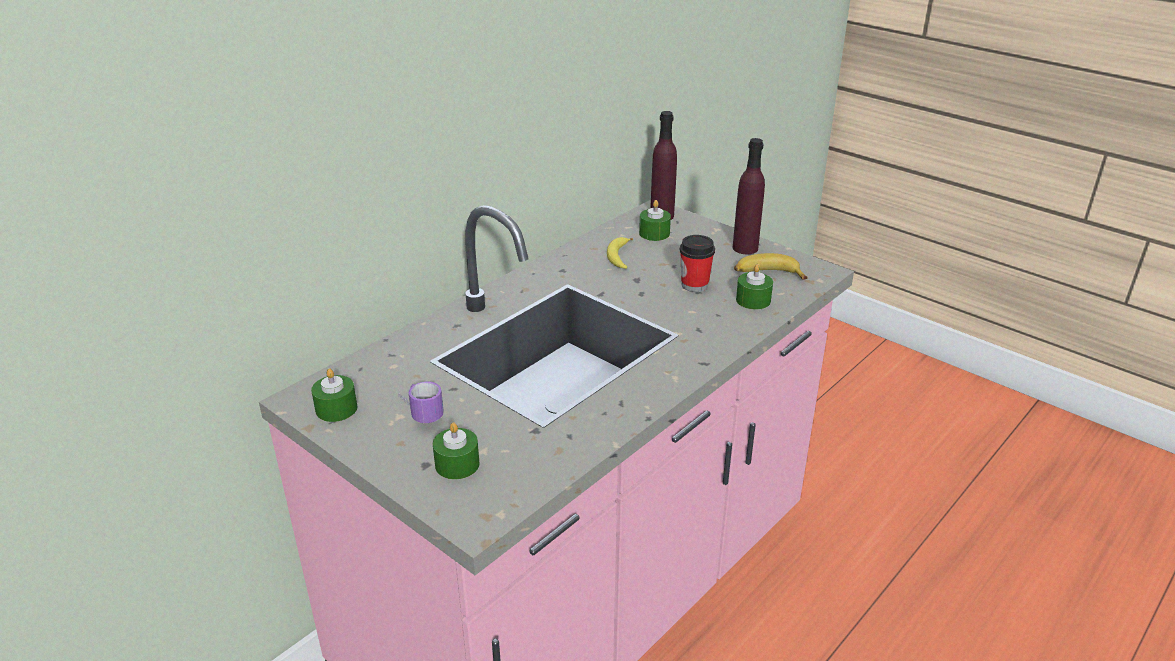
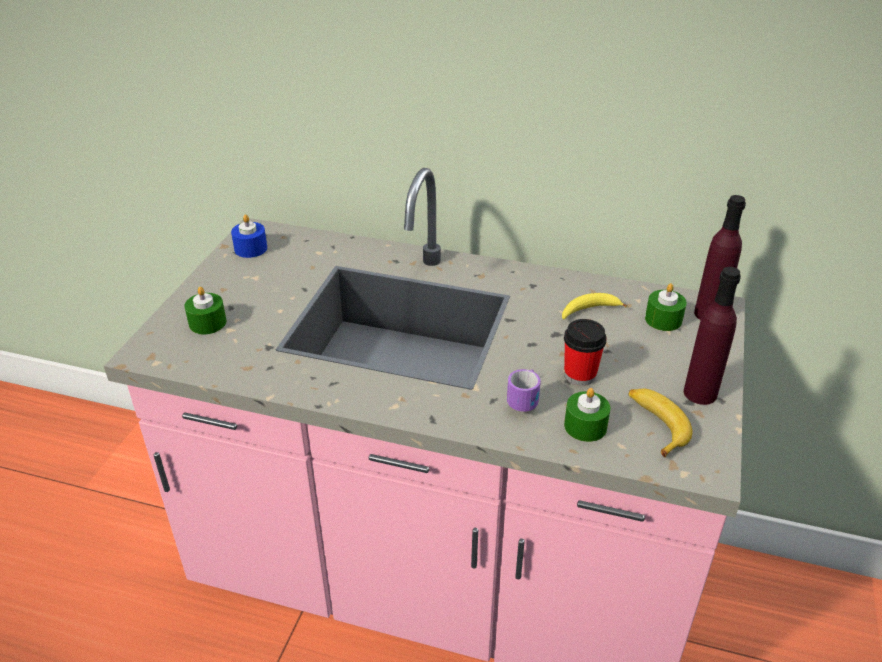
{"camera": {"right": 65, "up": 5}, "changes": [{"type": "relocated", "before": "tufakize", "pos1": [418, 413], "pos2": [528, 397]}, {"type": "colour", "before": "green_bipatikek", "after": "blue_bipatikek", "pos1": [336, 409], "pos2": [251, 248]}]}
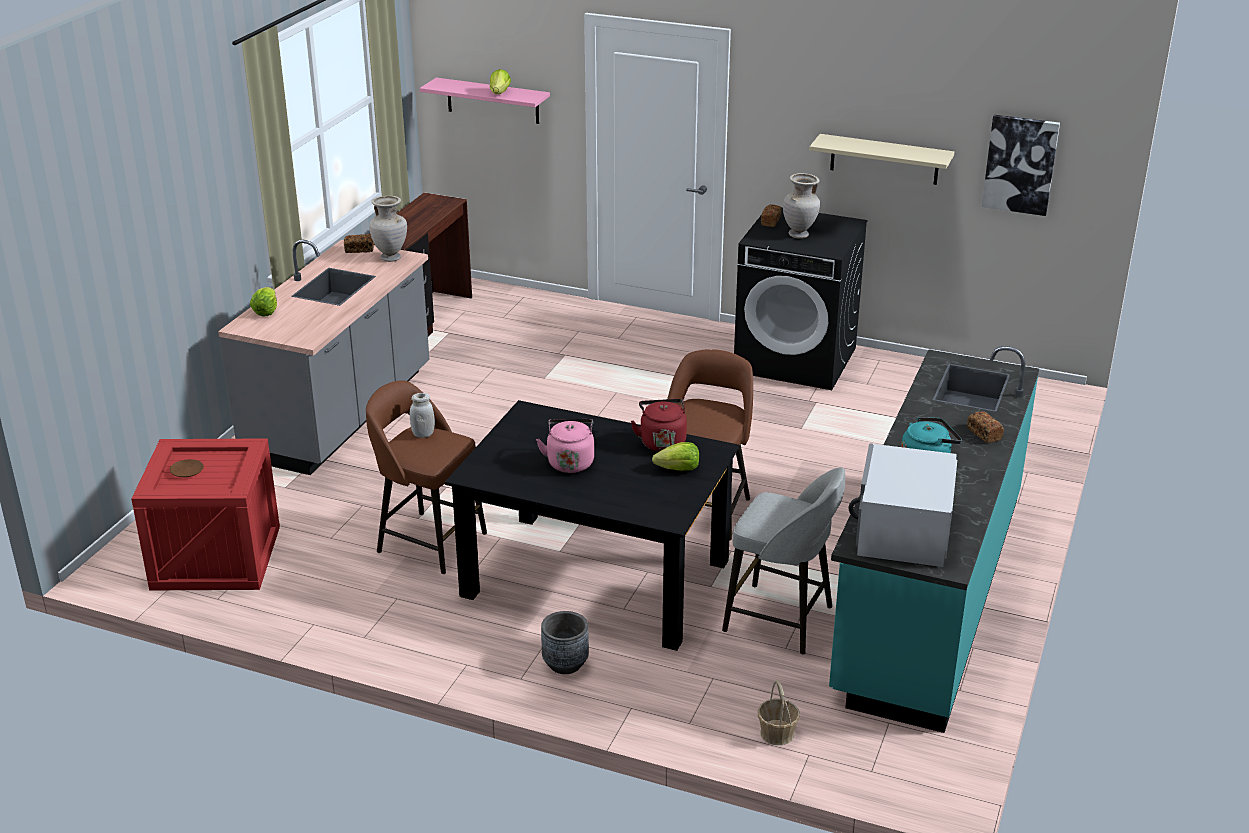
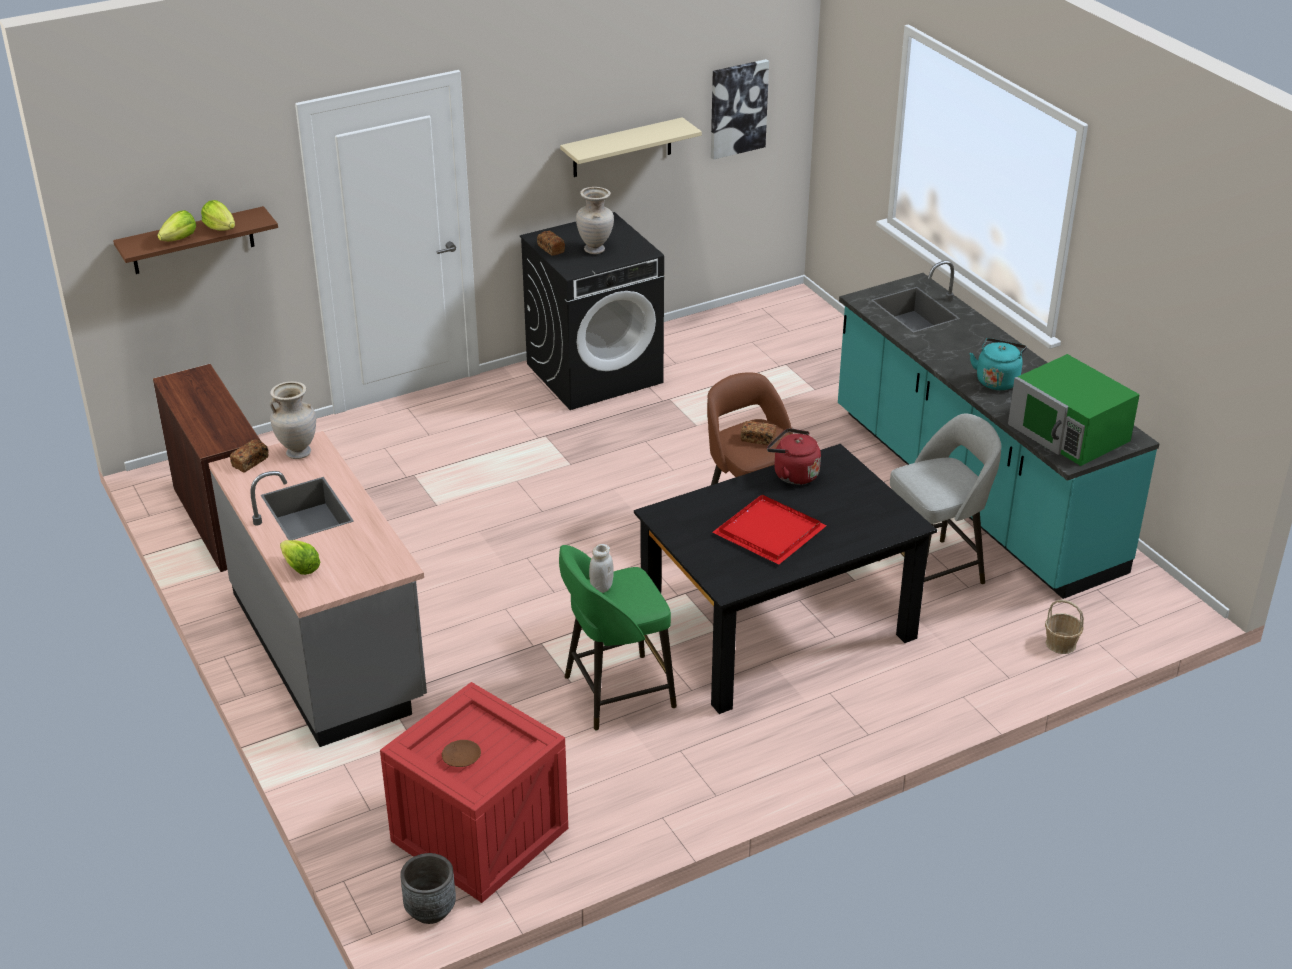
{"camera": {"right": -50, "up": 5}, "changes": [{"type": "relocated", "before": "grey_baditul", "pos1": [565, 664], "pos2": [431, 910]}, {"type": "relocated", "before": "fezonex", "pos1": [678, 469], "pos2": [179, 239]}, {"type": "relocated", "before": "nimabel", "pos1": [984, 433], "pos2": [758, 439]}, {"type": "exchanged", "before": "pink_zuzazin", "after": "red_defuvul", "pos1": [570, 462], "pos2": [769, 530]}, {"type": "colour", "before": "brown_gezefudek", "after": "green_gezefudek", "pos1": [429, 541], "pos2": [615, 693]}, {"type": "colour", "before": "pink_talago", "after": "brown_talago", "pos1": [493, 101], "pos2": [192, 241]}, {"type": "colour", "before": "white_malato", "after": "green_malato", "pos1": [903, 530], "pos2": [1069, 432]}]}
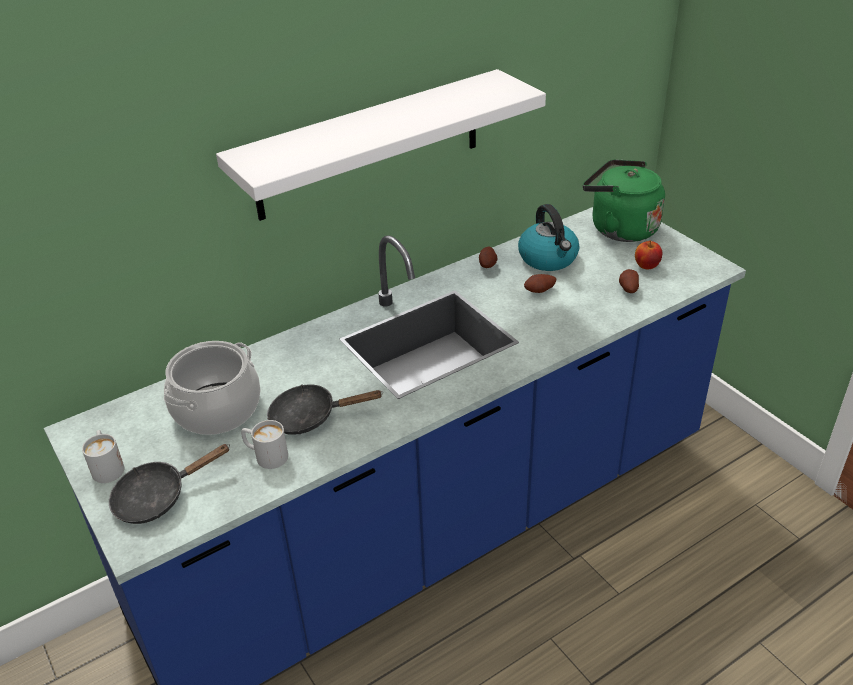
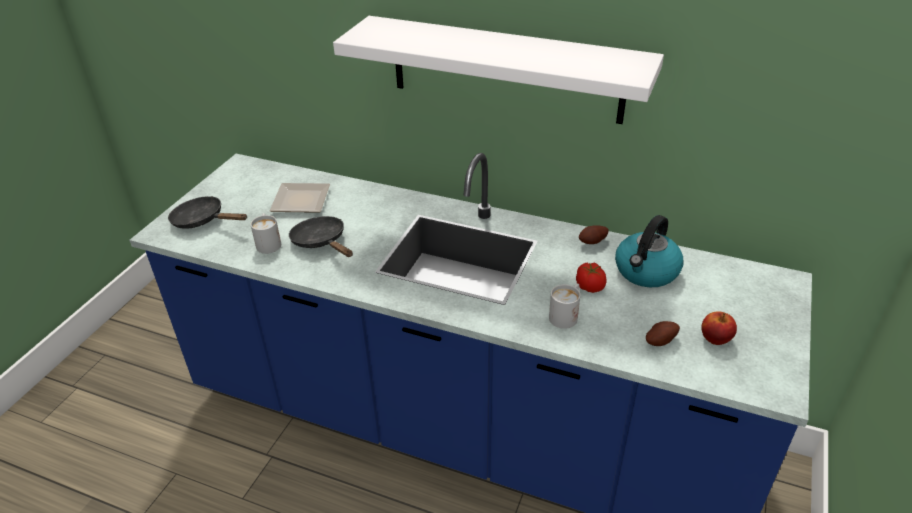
{"camera": {"right": 55, "up": 0}, "changes": [{"type": "missing", "before": "green_zuzazin", "pos1": [619, 228]}, {"type": "relocated", "before": "white_tufakize", "pos1": [107, 466], "pos2": [566, 315]}, {"type": "exchanged", "before": "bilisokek", "after": "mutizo", "pos1": [217, 409], "pos2": [299, 202]}, {"type": "exchanged", "before": "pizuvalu", "after": "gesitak", "pos1": [540, 291], "pos2": [590, 287]}]}
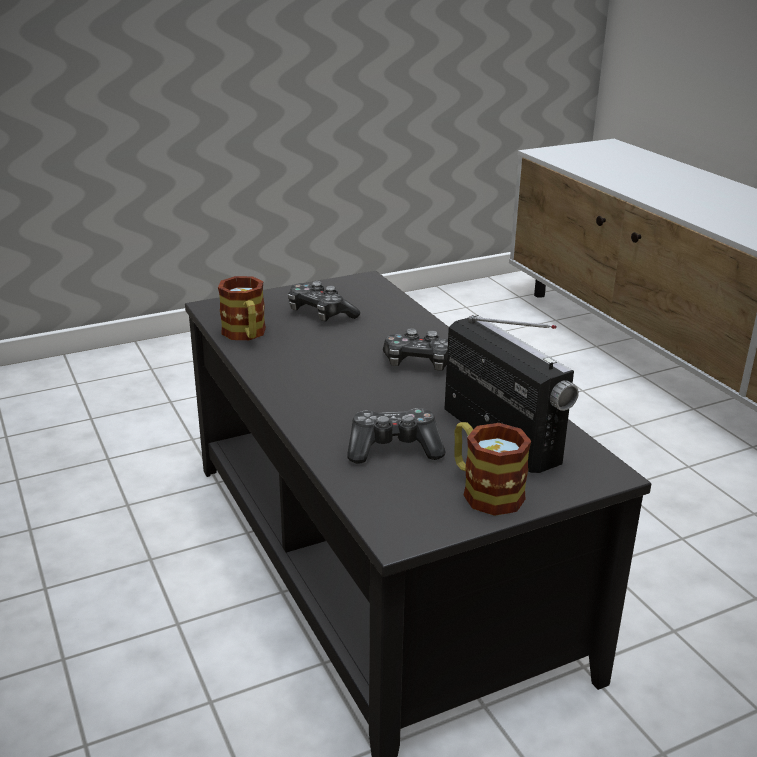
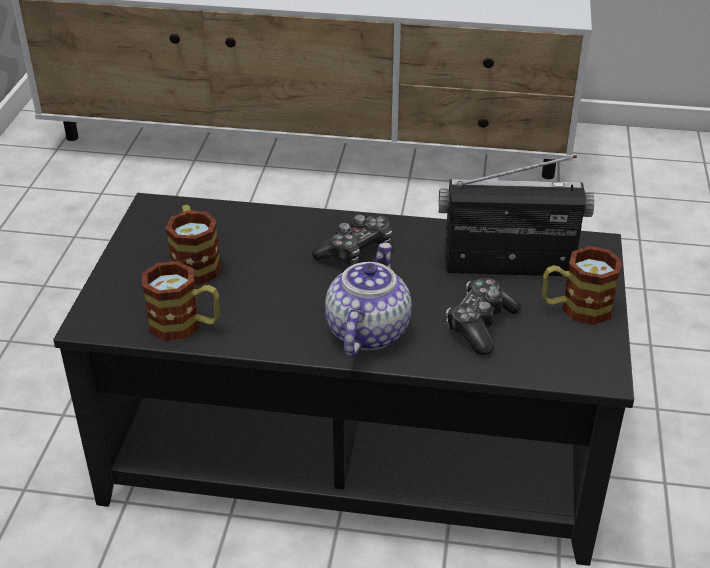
{"camera": {"right": -55, "up": 10}, "changes": [{"type": "appeared", "after": "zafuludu", "pos2": [366, 331]}, {"type": "exchanged", "before": "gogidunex", "after": "tufakize", "pos1": [320, 314], "pos2": [194, 263]}]}
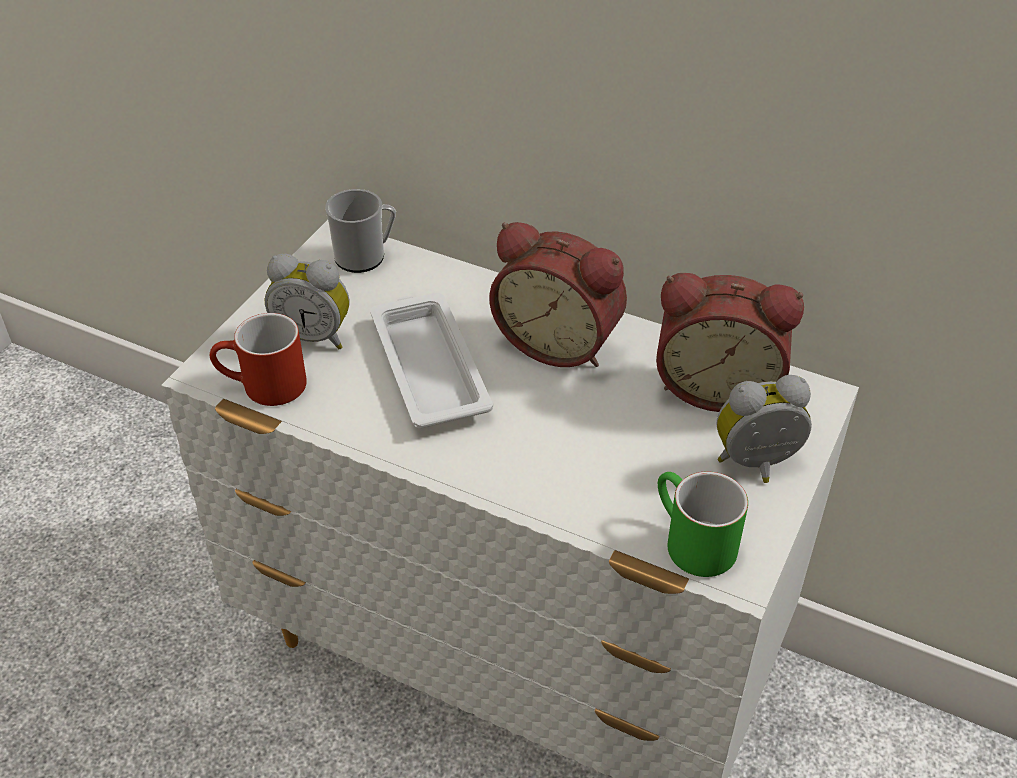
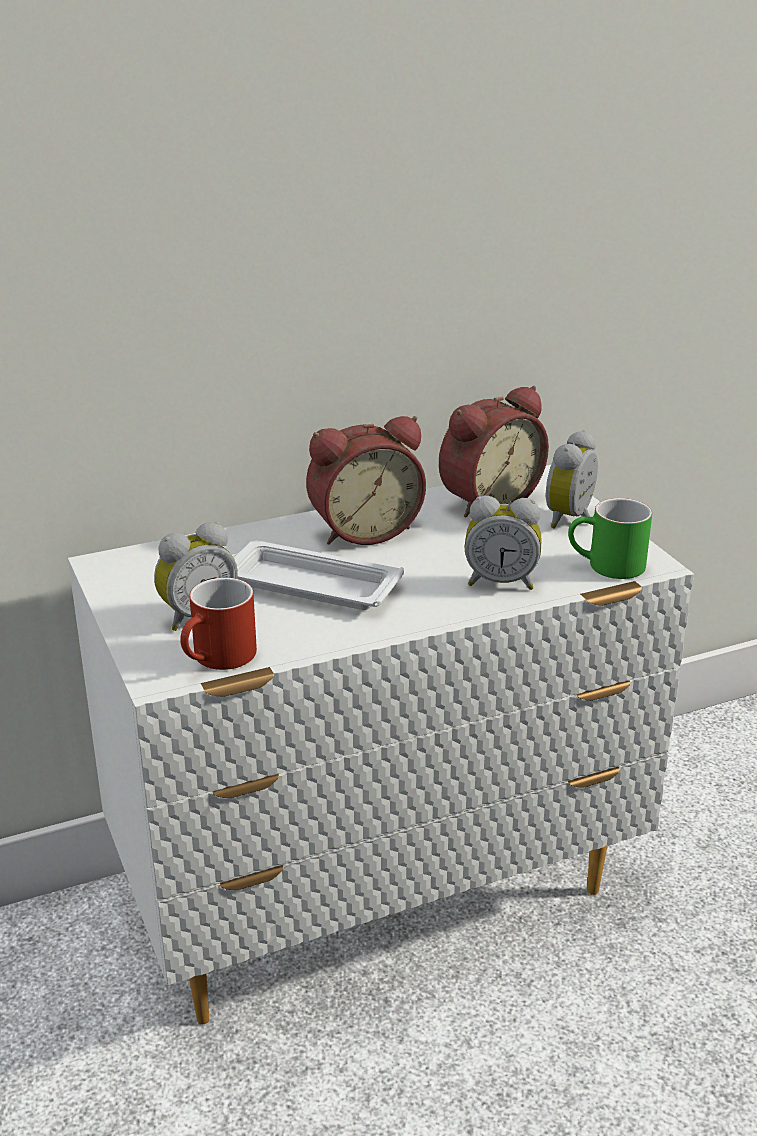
{"camera": {"right": -50, "up": -15}, "changes": [{"type": "missing", "before": "tufakize", "pos1": [365, 257]}, {"type": "appeared", "after": "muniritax", "pos2": [501, 581]}]}
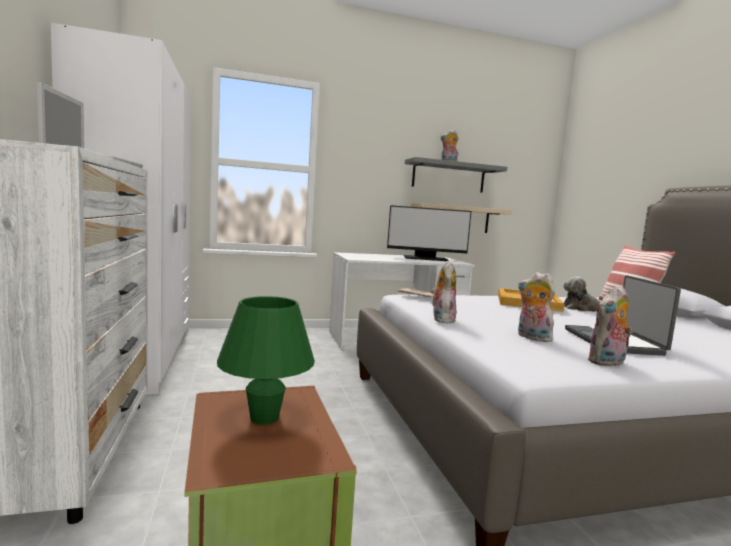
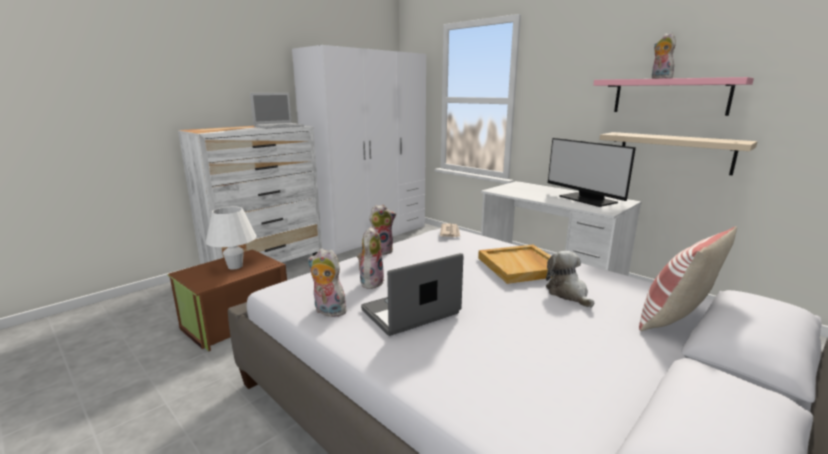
{"camera": {"right": 60, "up": 10}, "changes": [{"type": "colour", "before": "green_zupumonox", "after": "white_zupumonox", "pos1": [264, 418], "pos2": [235, 266]}, {"type": "colour", "before": "grey_talago", "after": "pink_talago", "pos1": [448, 177], "pos2": [670, 96]}]}
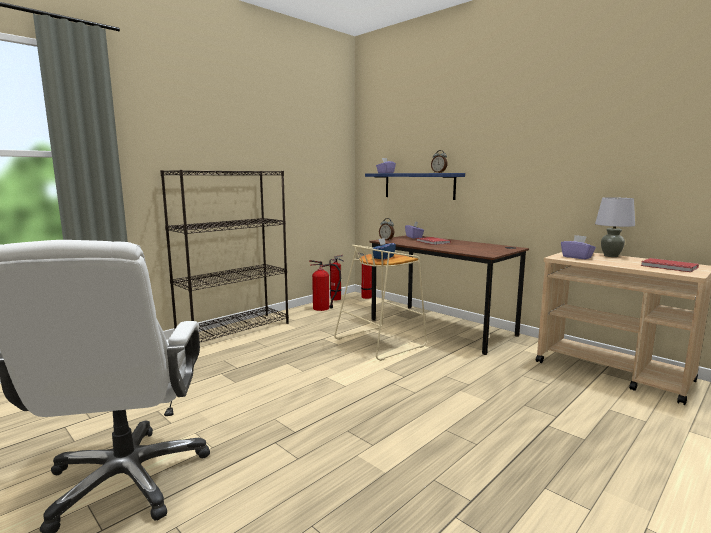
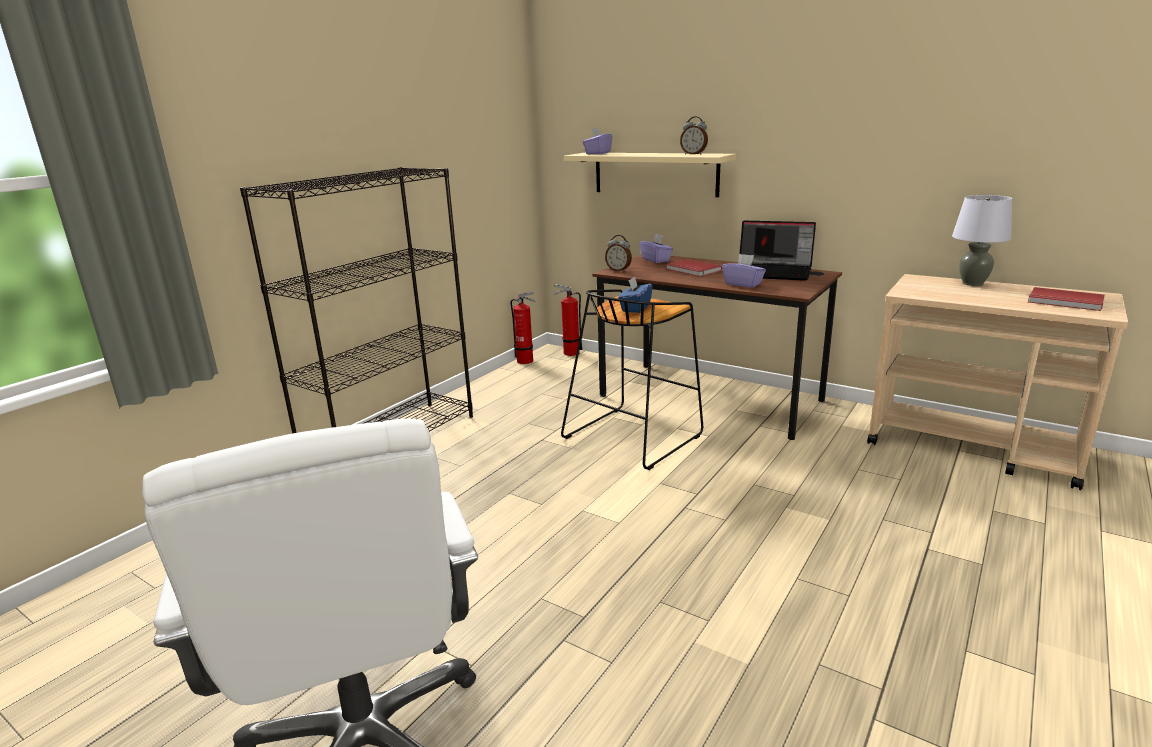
{"camera": {"right": -10, "up": 10}, "changes": [{"type": "missing", "before": "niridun", "pos1": [323, 308]}, {"type": "appeared", "after": "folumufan", "pos2": [773, 272]}, {"type": "relocated", "before": "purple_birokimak", "pos1": [577, 257], "pos2": [743, 284]}, {"type": "colour", "before": "beige_gezefudek", "after": "black_gezefudek", "pos1": [380, 342], "pos2": [633, 435]}, {"type": "colour", "before": "blue_talago", "after": "beige_talago", "pos1": [418, 185], "pos2": [655, 173]}]}
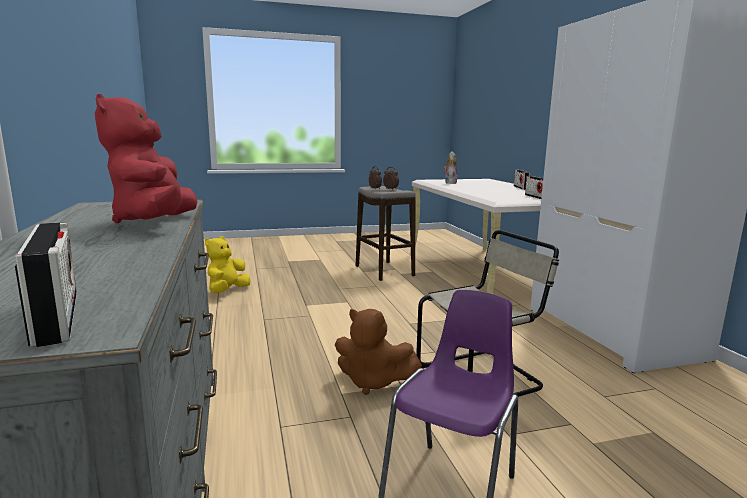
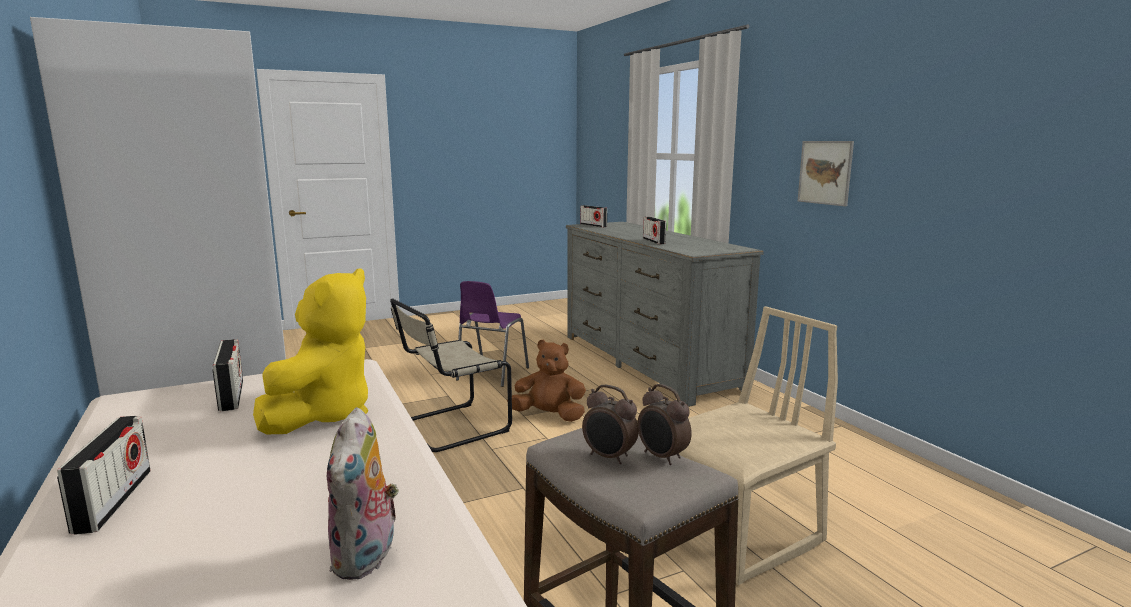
{"camera": {"right": 170, "up": 0}, "changes": [{"type": "appeared", "after": "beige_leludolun", "pos2": [740, 535]}, {"type": "appeared", "after": "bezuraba", "pos2": [825, 172]}, {"type": "relocated", "before": "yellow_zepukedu", "pos1": [227, 291], "pos2": [323, 414]}, {"type": "exchanged", "before": "red_zepukedu", "after": "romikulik", "pos1": [155, 222], "pos2": [653, 241]}]}
